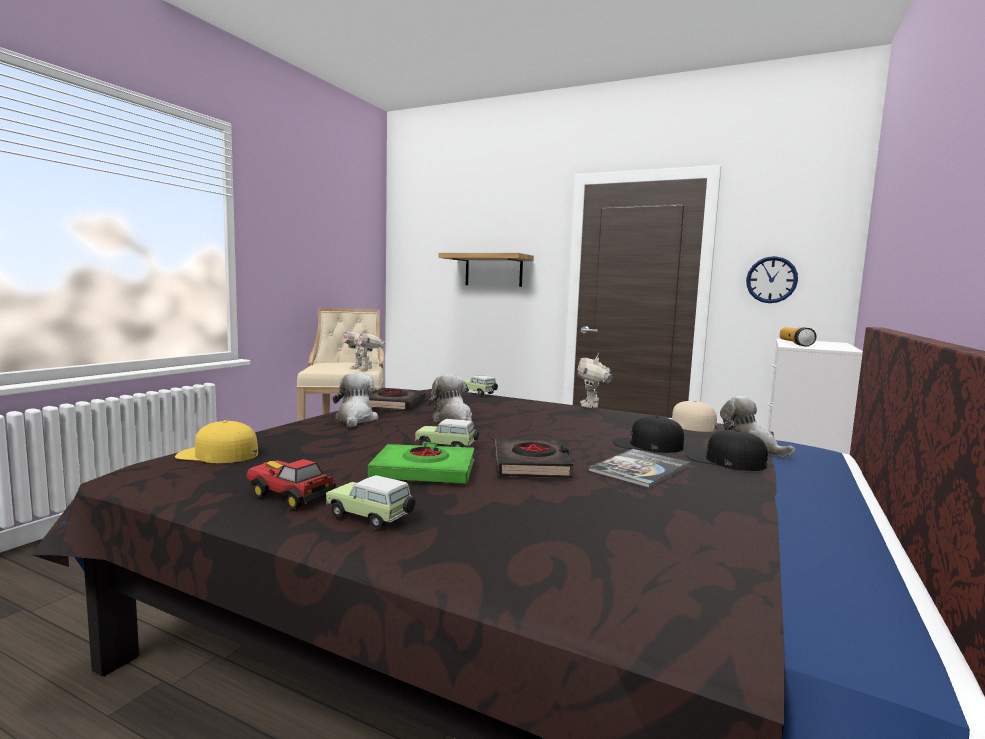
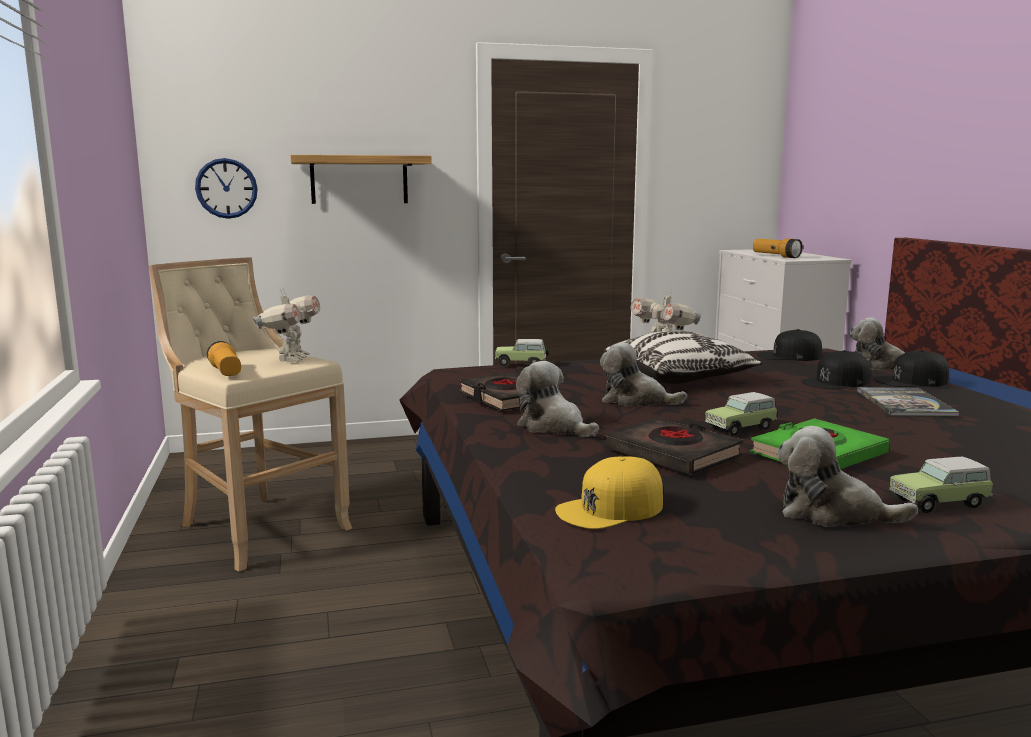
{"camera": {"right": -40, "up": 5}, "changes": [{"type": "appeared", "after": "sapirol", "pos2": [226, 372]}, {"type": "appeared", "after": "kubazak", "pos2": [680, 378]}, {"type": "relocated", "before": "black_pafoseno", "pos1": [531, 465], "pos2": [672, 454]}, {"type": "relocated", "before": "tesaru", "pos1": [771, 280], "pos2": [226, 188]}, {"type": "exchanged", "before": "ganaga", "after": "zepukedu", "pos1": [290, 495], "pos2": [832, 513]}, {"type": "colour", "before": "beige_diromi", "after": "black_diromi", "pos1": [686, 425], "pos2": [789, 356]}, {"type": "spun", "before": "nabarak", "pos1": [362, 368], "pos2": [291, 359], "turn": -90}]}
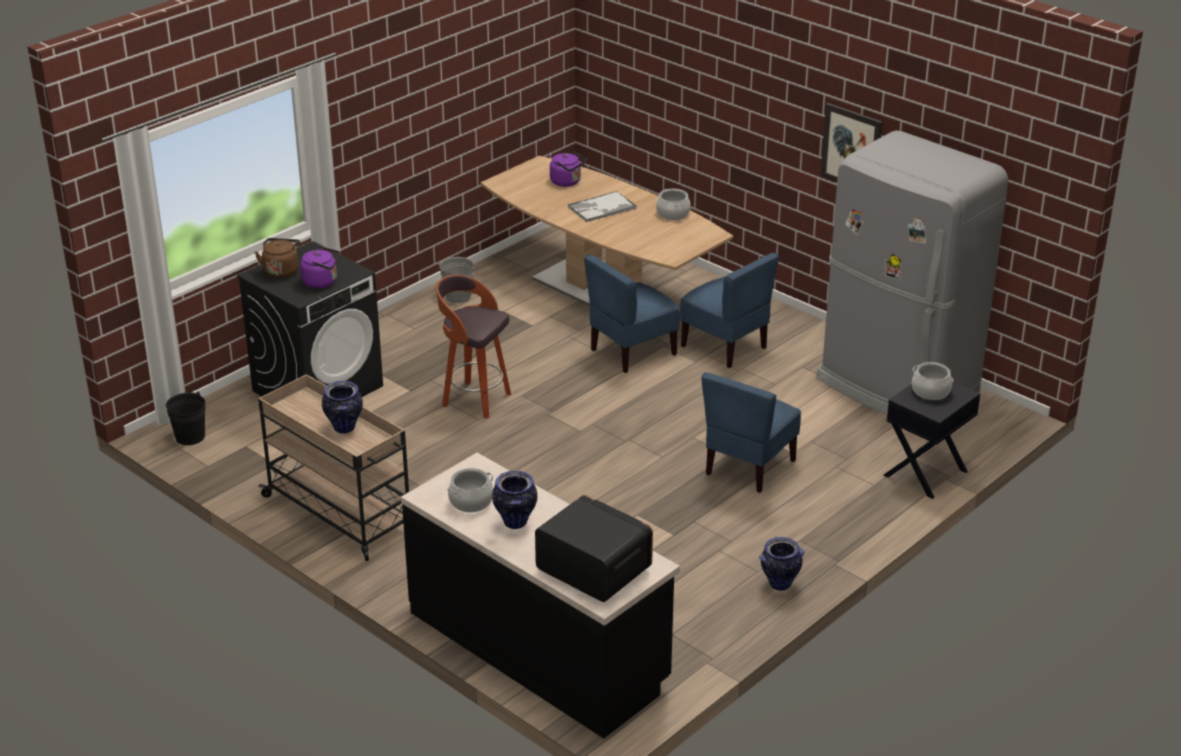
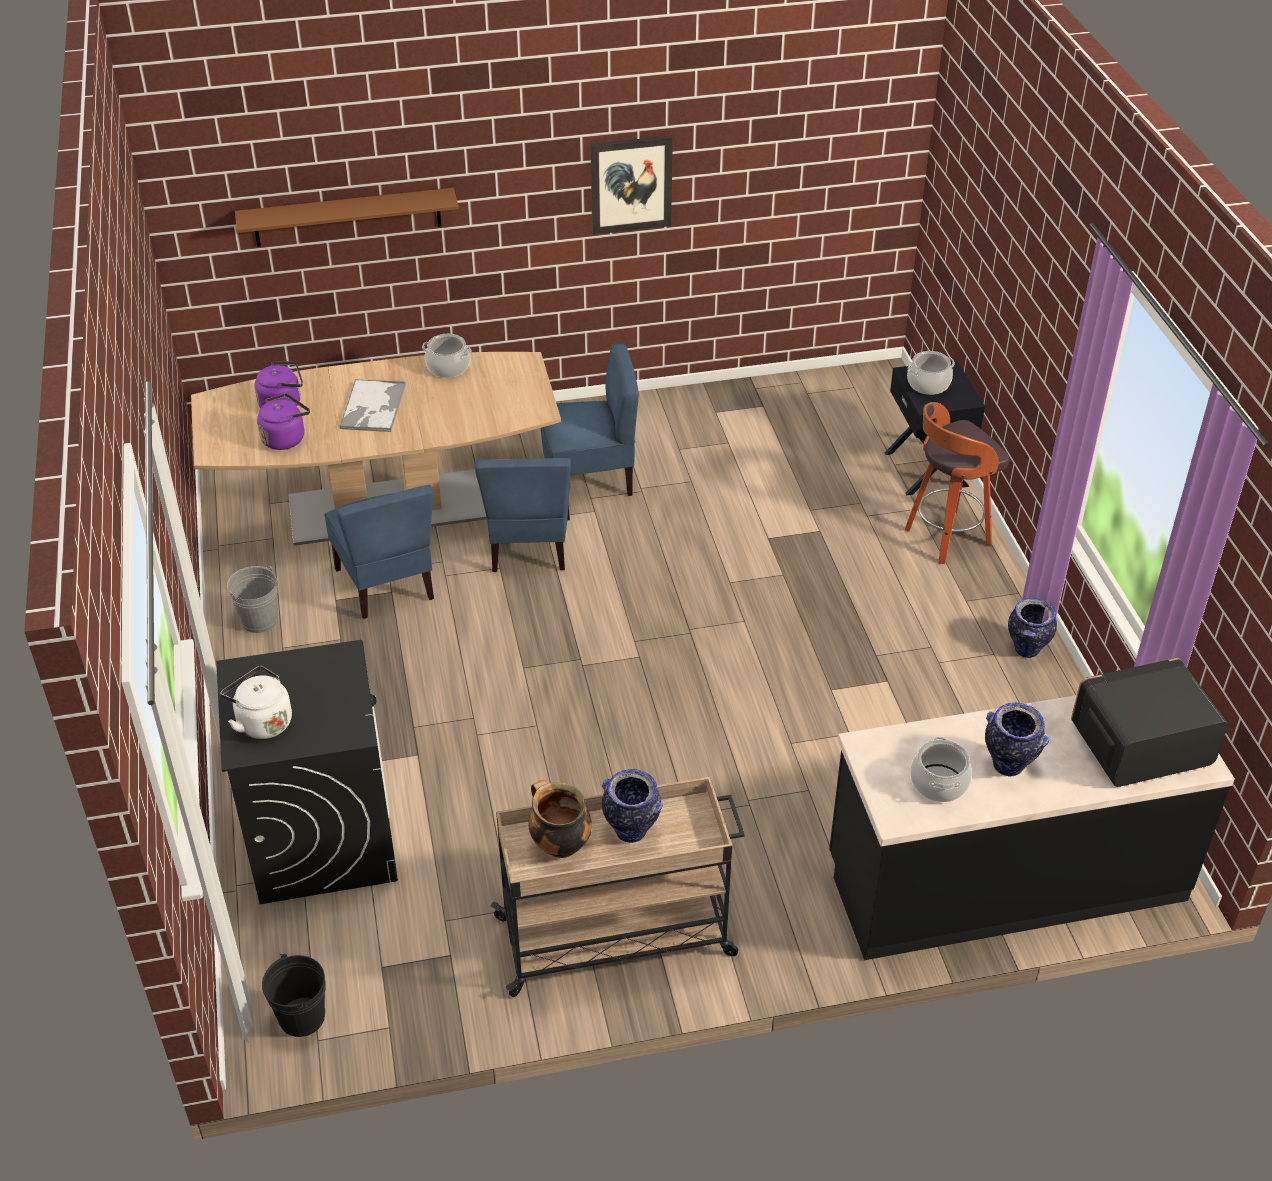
{"camera": {"right": -55, "up": 10}, "changes": [{"type": "missing", "before": "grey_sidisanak", "pos1": [896, 387]}, {"type": "appeared", "after": "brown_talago", "pos2": [347, 217]}, {"type": "appeared", "after": "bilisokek", "pos2": [559, 845]}, {"type": "relocated", "before": "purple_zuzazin", "pos1": [322, 282], "pos2": [285, 438]}, {"type": "relocated", "before": "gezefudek", "pos1": [474, 400], "pos2": [945, 538]}, {"type": "relocated", "before": "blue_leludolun", "pos1": [748, 467], "pos2": [386, 584]}, {"type": "colour", "before": "brown_zuzazin", "after": "white_zuzazin", "pos1": [281, 271], "pos2": [262, 722]}]}
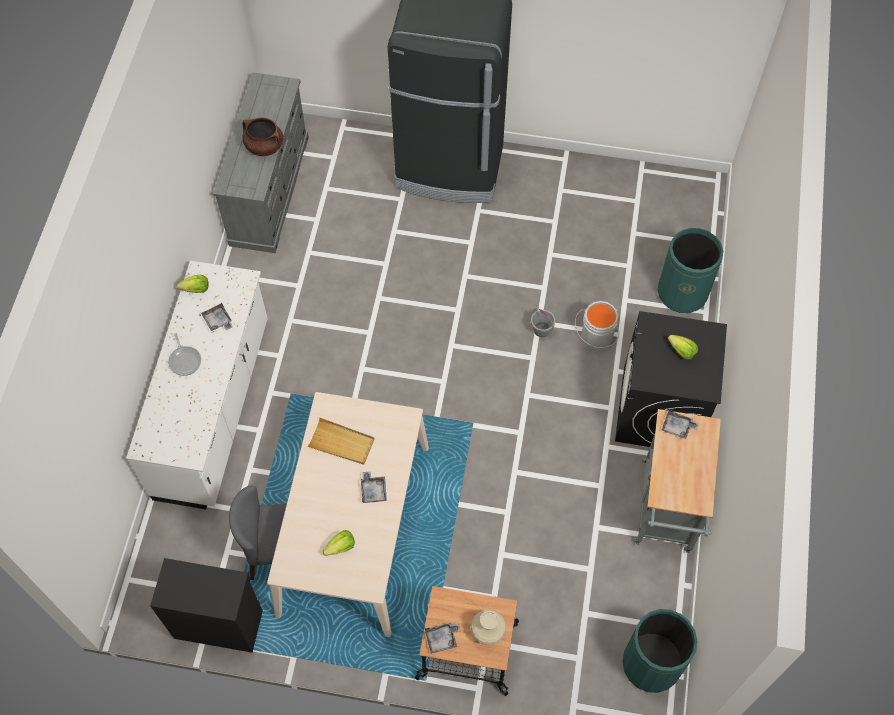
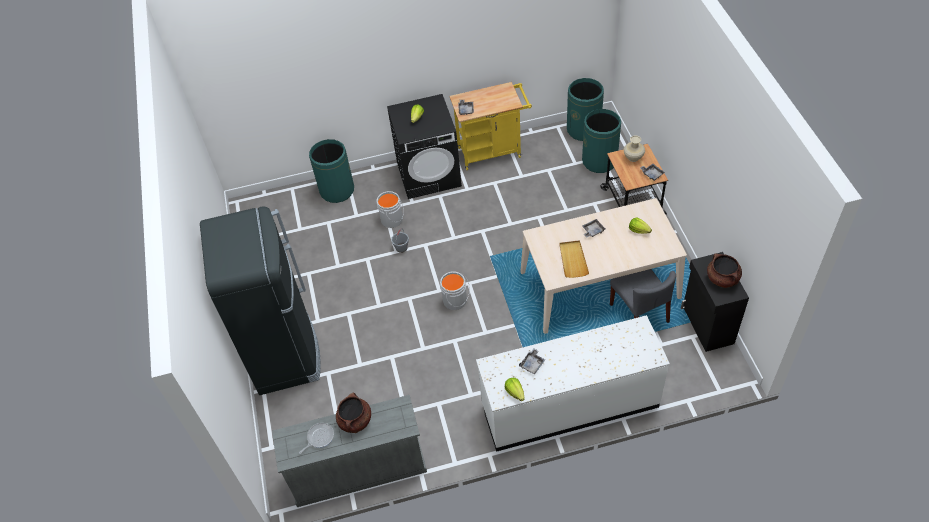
{"camera": {"right": -110, "up": -10}, "changes": [{"type": "appeared", "after": "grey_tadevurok", "pos2": [456, 301]}, {"type": "appeared", "after": "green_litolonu", "pos2": [599, 161]}, {"type": "appeared", "after": "brown_bilisokek", "pos2": [722, 279]}, {"type": "relocated", "before": "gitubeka", "pos1": [185, 360], "pos2": [319, 437]}, {"type": "colour", "before": "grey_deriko", "after": "yellow_deriko", "pos1": [666, 512], "pos2": [493, 151]}]}
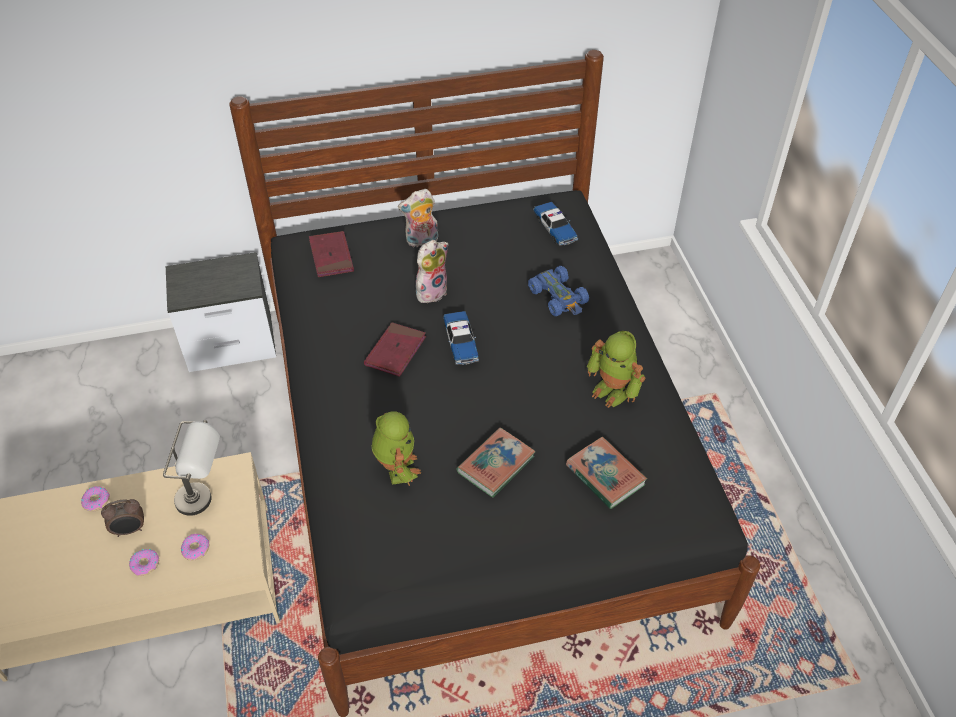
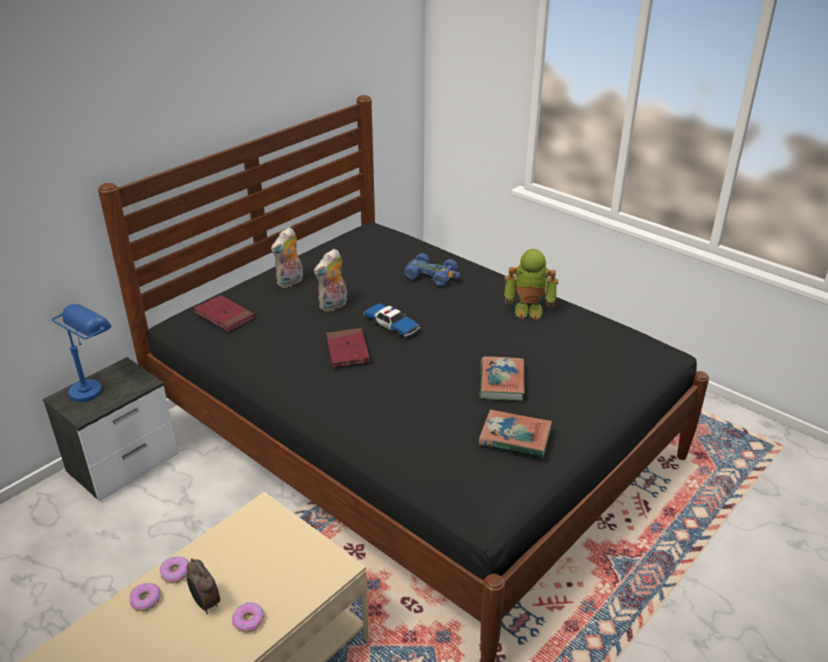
{"camera": {"right": -35, "up": -15}, "changes": [{"type": "missing", "before": "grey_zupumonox", "pos1": [206, 499]}, {"type": "missing", "before": "nabarak", "pos1": [396, 468]}, {"type": "missing", "before": "ganaga", "pos1": [555, 228]}, {"type": "appeared", "after": "blue_zupumonox", "pos2": [94, 386]}, {"type": "relocated", "before": "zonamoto", "pos1": [195, 549], "pos2": [175, 573]}, {"type": "relocated", "before": "pafoseno", "pos1": [605, 475], "pos2": [515, 438]}, {"type": "spun", "before": "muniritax", "pos1": [130, 530], "pos2": [205, 603], "turn": 105}, {"type": "spun", "before": "zepukedu", "pos1": [431, 291], "pos2": [333, 306], "turn": -150}]}
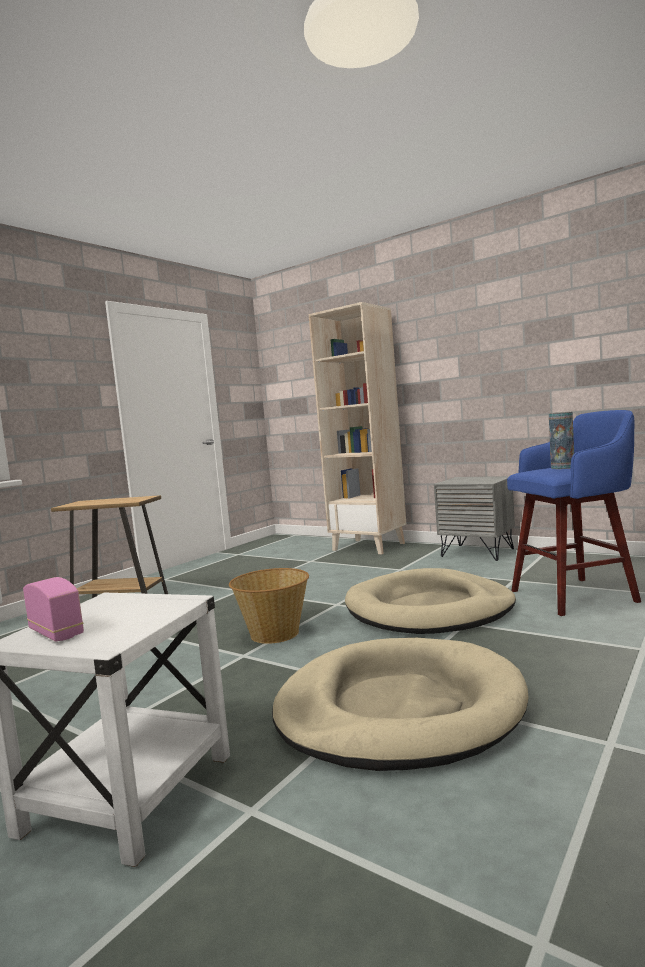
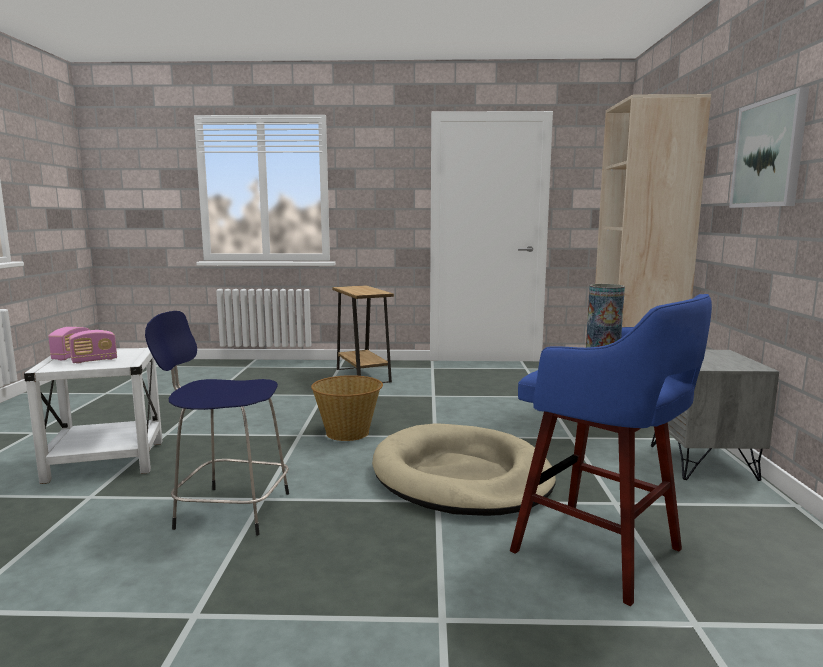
{"camera": {"right": 55, "up": 5}, "changes": [{"type": "appeared", "after": "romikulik", "pos2": [94, 360]}, {"type": "appeared", "after": "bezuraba", "pos2": [769, 153]}, {"type": "exchanged", "before": "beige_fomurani", "after": "blue_gezefudek", "pos1": [398, 709], "pos2": [229, 510]}]}
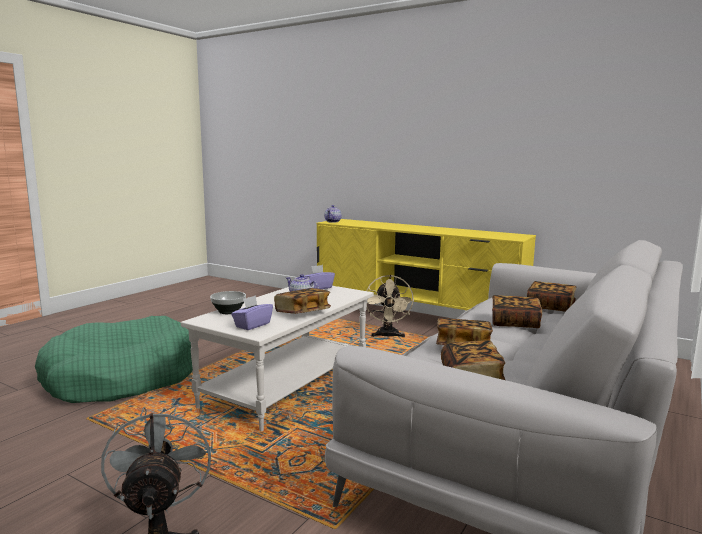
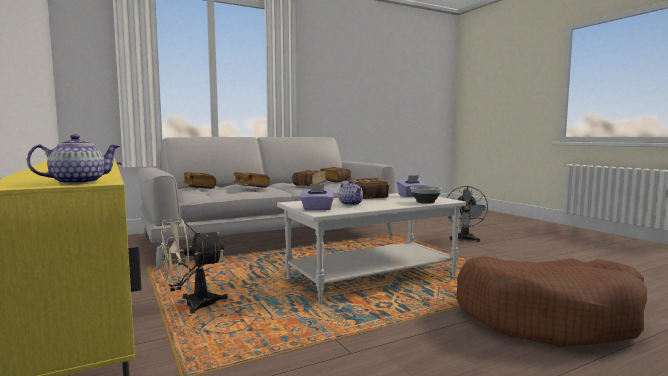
{"camera": {"right": -150, "up": -5}, "changes": [{"type": "colour", "before": "green_fomurani", "after": "brown_fomurani", "pos1": [122, 377], "pos2": [547, 317]}, {"type": "spun", "before": "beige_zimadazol", "pos1": [387, 336], "pos2": [192, 305], "turn": -150}]}
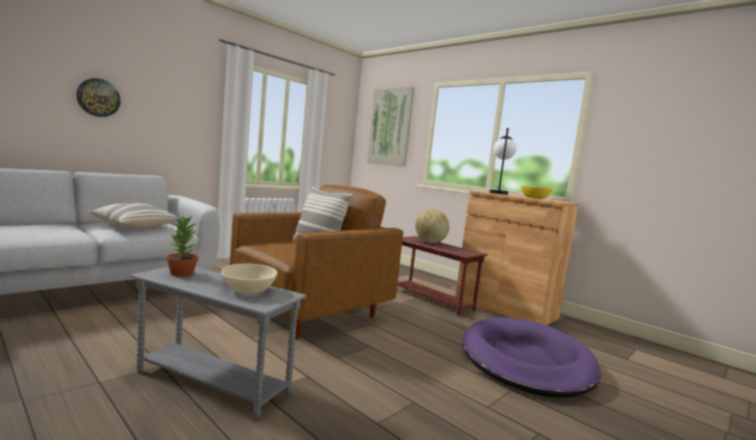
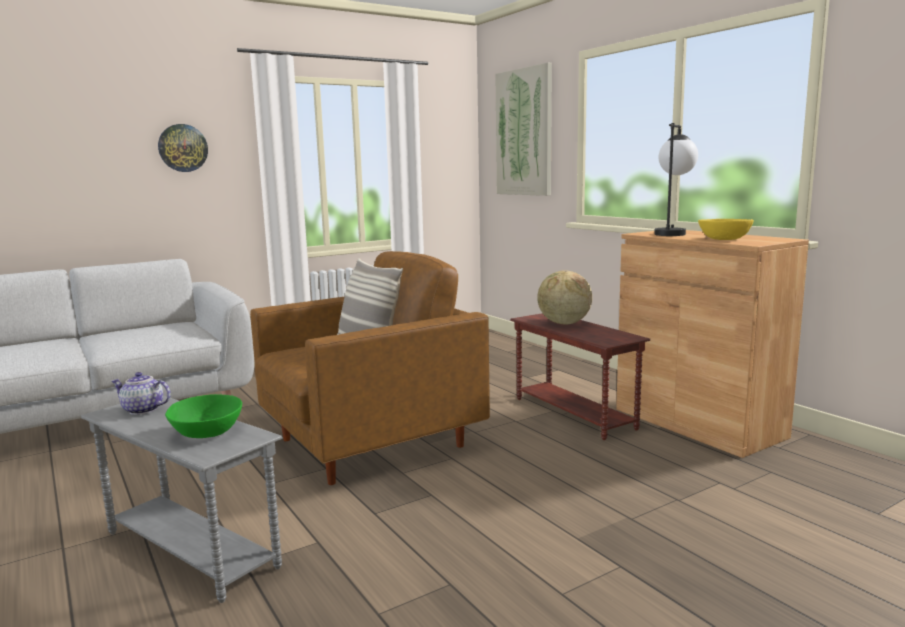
{"camera": {"right": 15, "up": 5}, "changes": [{"type": "missing", "before": "kubazak", "pos1": [133, 226]}, {"type": "missing", "before": "purple_fomurani", "pos1": [526, 361]}, {"type": "relocated", "before": "tesaru", "pos1": [98, 97], "pos2": [183, 148]}, {"type": "exchanged", "before": "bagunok", "after": "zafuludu", "pos1": [181, 273], "pos2": [142, 410]}, {"type": "colour", "before": "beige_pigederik", "after": "green_pigederik", "pos1": [249, 290], "pos2": [207, 433]}]}
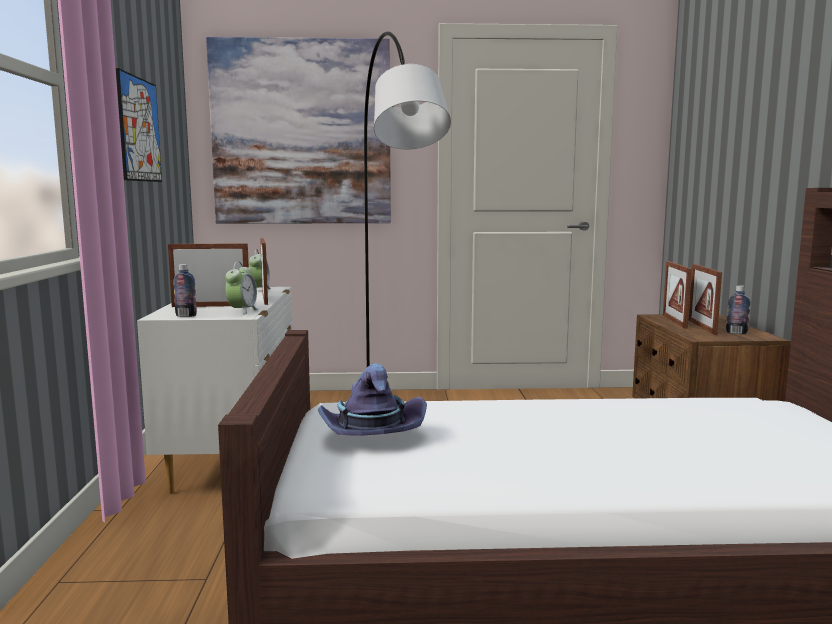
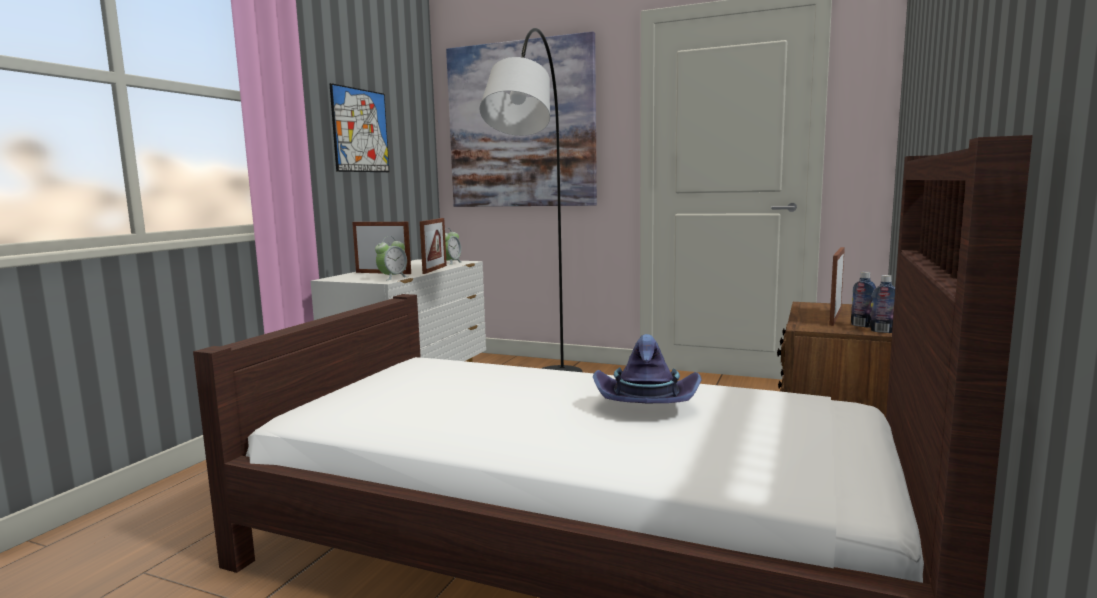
{"camera": {"right": 25, "up": 0}, "changes": [{"type": "missing", "before": "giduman", "pos1": [674, 321]}, {"type": "relocated", "before": "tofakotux", "pos1": [186, 315], "pos2": [882, 331]}, {"type": "relocated", "before": "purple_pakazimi", "pos1": [370, 435], "pos2": [645, 404]}]}
